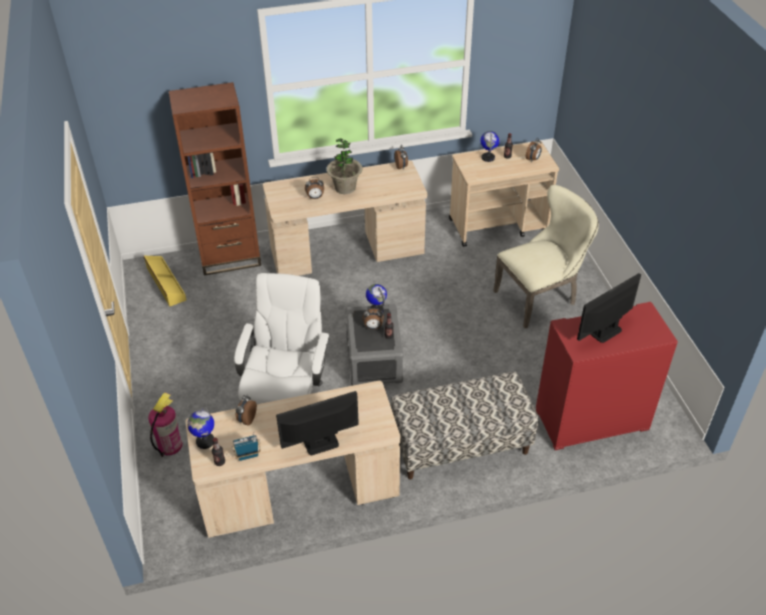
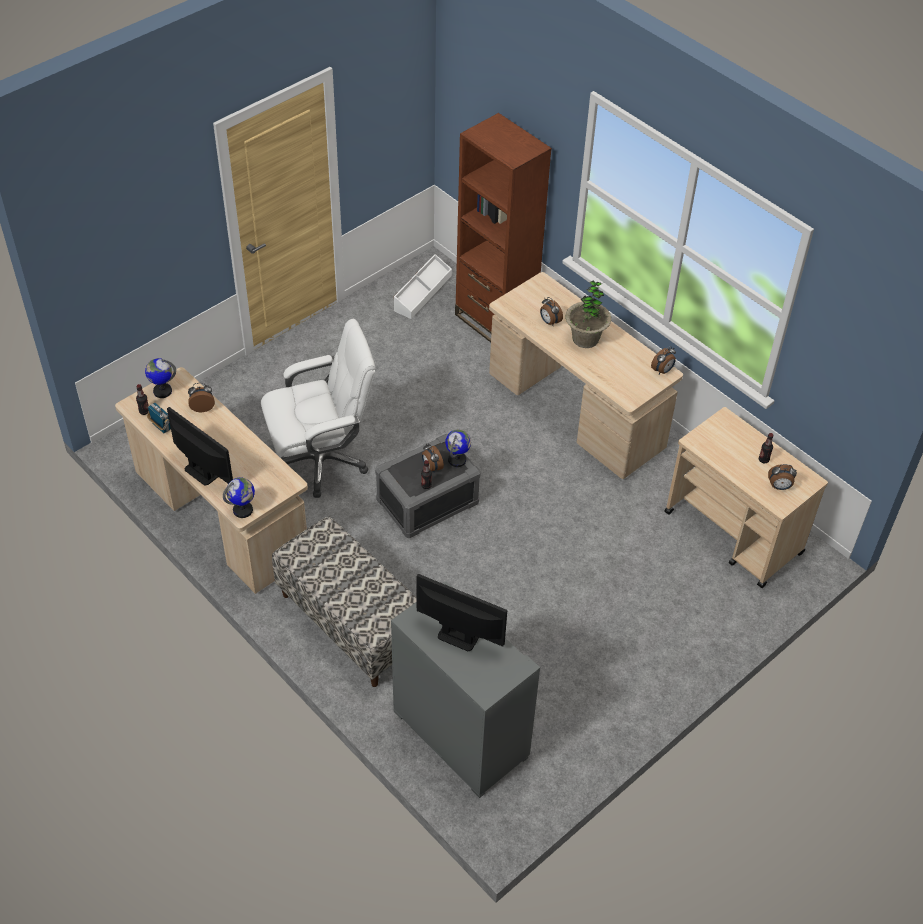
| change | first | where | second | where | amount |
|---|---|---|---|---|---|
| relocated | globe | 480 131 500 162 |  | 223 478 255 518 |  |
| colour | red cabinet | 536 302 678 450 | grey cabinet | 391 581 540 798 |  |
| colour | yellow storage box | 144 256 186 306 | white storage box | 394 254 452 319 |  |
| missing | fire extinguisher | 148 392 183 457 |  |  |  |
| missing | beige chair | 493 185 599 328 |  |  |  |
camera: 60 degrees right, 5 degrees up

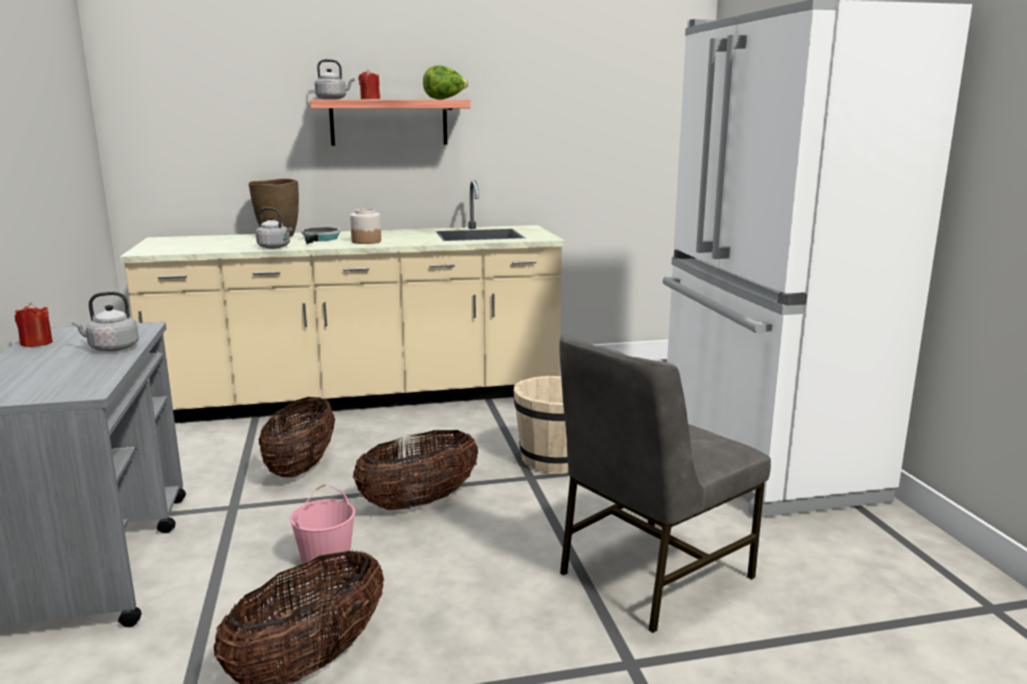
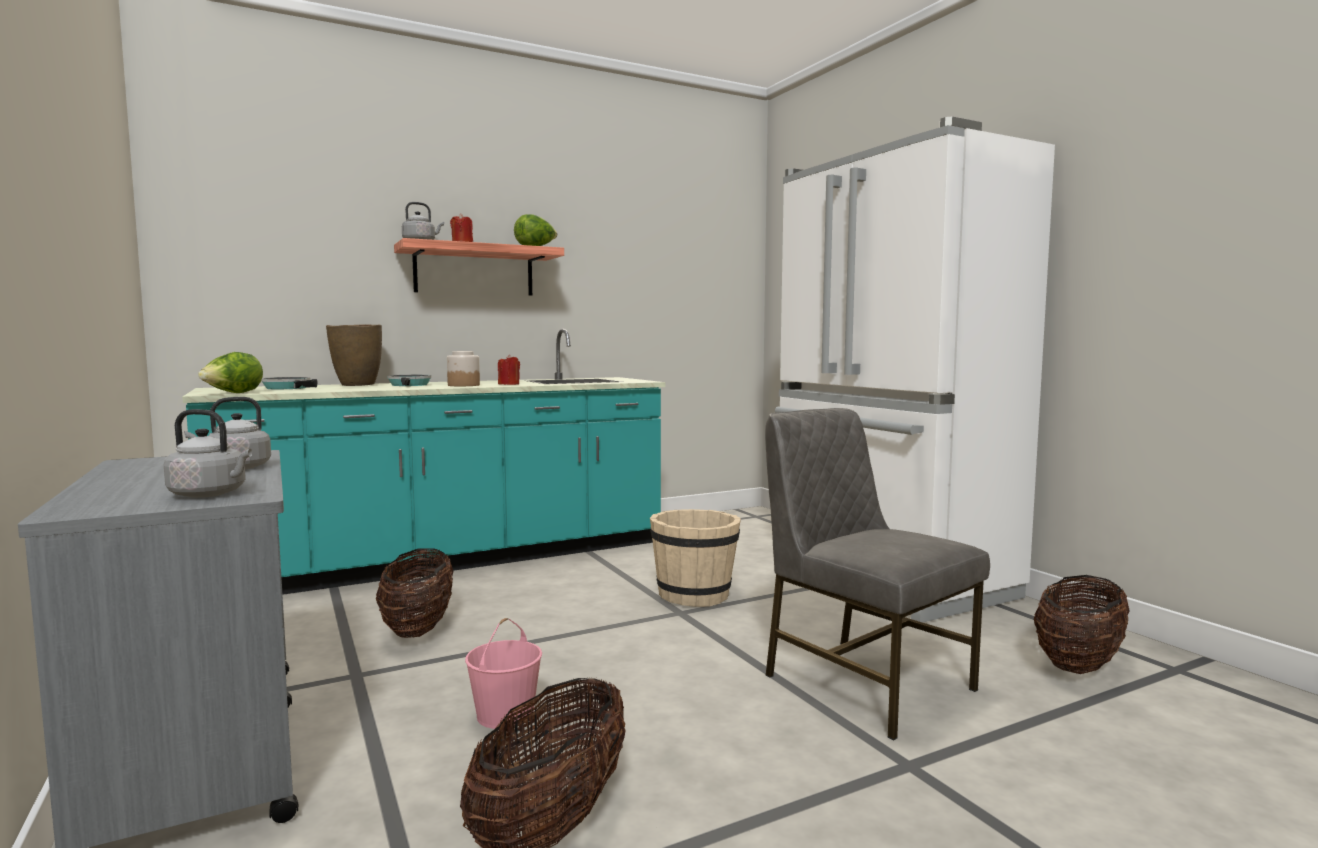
| change | first | where | second | where | amount |
|---|---|---|---|---|---|
| relocated | grey kettle | 256 207 292 249 |  | 164 409 252 498 |  |
| colour | beige counter | 120 180 565 423 | turquoise counter | 182 329 666 595 |  |
| appeared |  |  | lettuce | 198 352 263 393 |  |
| appeared |  |  | frying pan | 261 377 318 389 |  |
| relocated | red candle | 15 302 53 347 |  | 498 355 520 385 |  |
| spun | grey chair | 559 334 771 633 |  | 765 408 990 740 | 105 degrees clockwise |
| relocated | basket | 353 430 478 510 |  | 1034 575 1130 674 |  |
camera: 15 degrees left, 10 degrees down

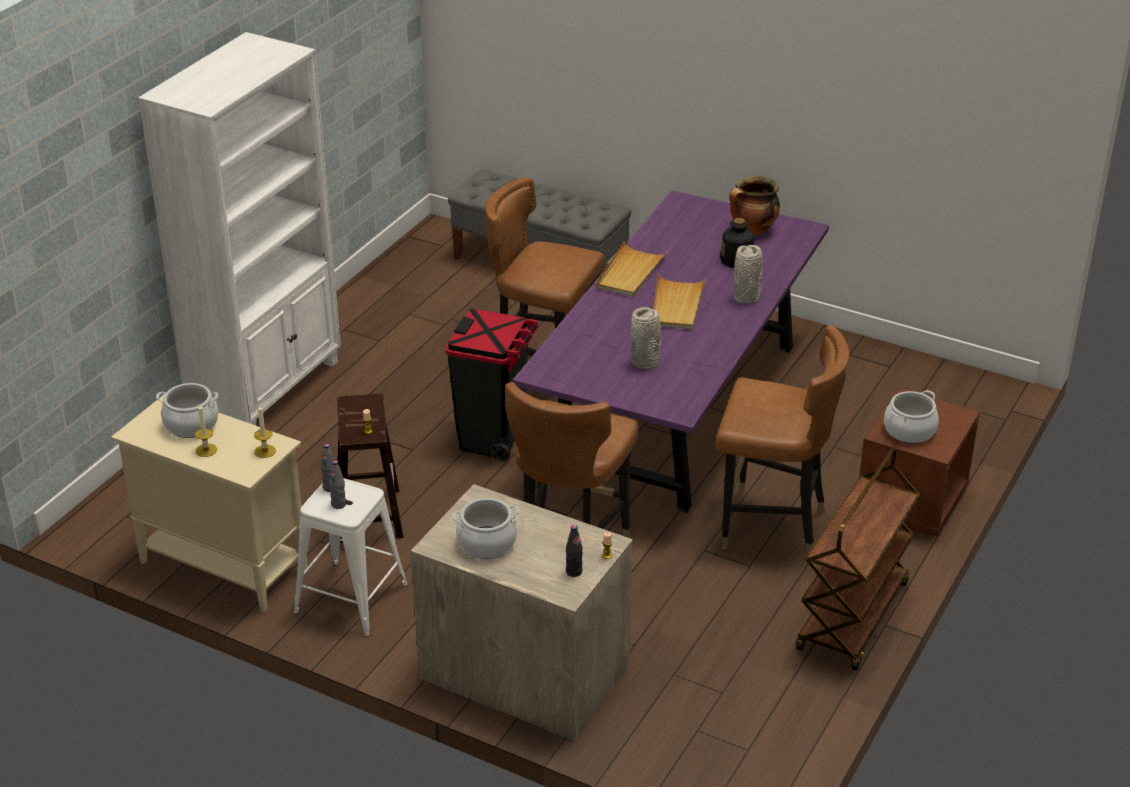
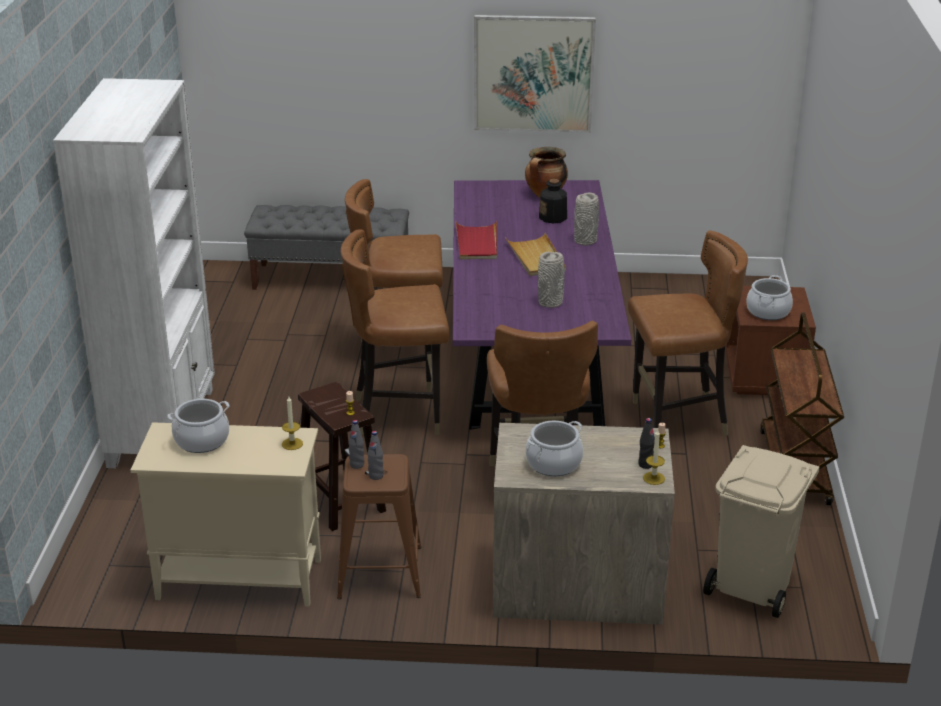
| change | first | where | second | where | amount |
|---|---|---|---|---|---|
| colour | white stool | 294 478 408 636 | brown stool | 337 454 421 599 |  |
| exchanged | black trash can | 445 309 539 461 | brown chair | 341 229 449 435 |  |
| colour | beige tray | 595 242 667 297 | red tray | 456 221 497 260 |  |
| appeared |  |  | picture | 474 15 596 133 |  |
| relocated | candle | 195 404 217 457 |  | 643 430 665 485 |  |
| appeared |  |  | beige trash can | 703 445 819 618 |  |
camera: 25 degrees left, 5 degrees down

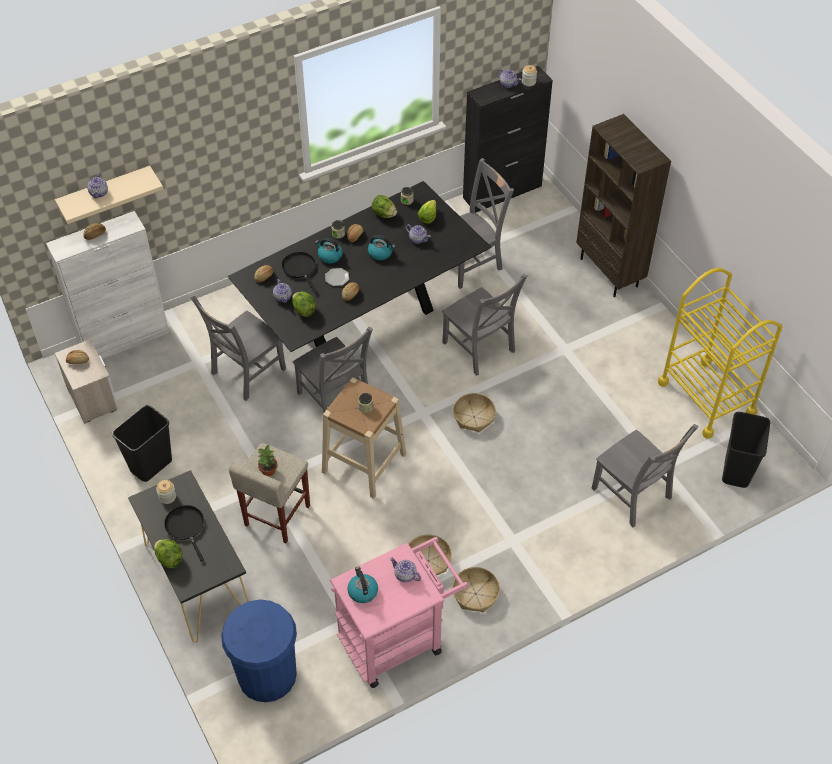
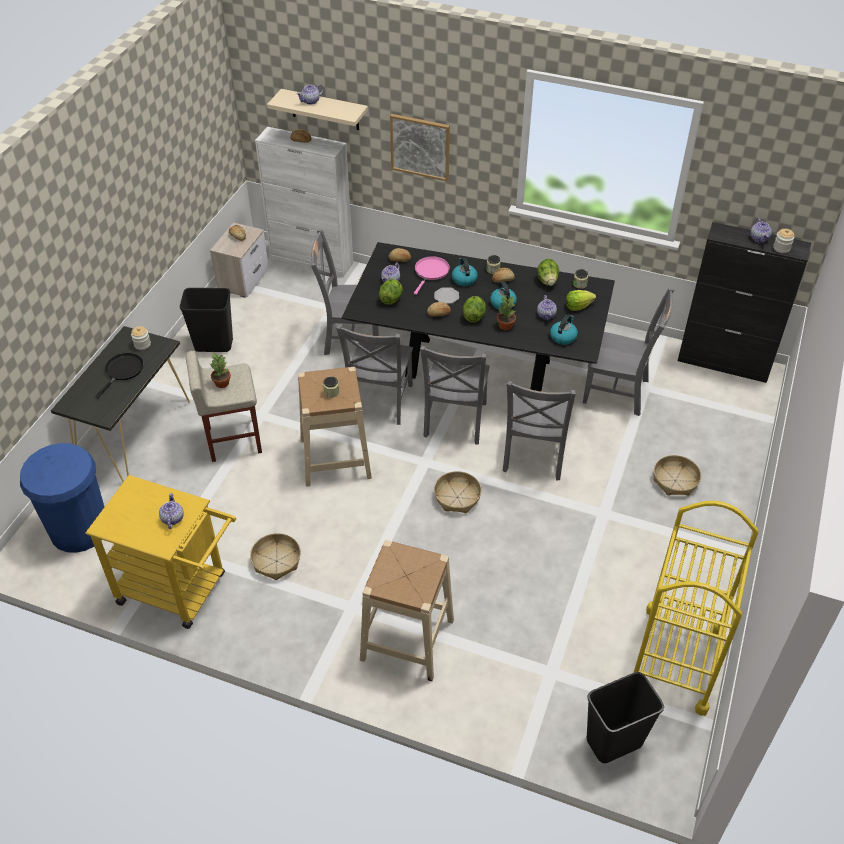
| change | first | where | second | where | amount |
|---|---|---|---|---|---|
| colour | pink cart | 330 537 468 688 | yellow cart | 85 475 236 629 |  |
| appeared |  |  | beige stool | 360 540 454 681 |  |
| appeared |  |  | picture | 390 114 450 181 |  |
| colour | black frying pan | 281 252 318 294 | pink frying pan | 414 256 450 295 |  |
| relocated | grey chair | 591 424 699 528 |  | 420 346 490 445 |  |
| relocated | lettuce | 154 539 182 568 |  | 463 296 486 322 |  |
| appeared |  |  | potted plant | 497 295 516 330 |  |
| relocated | kettle | 347 567 378 603 |  | 550 315 578 345 |  |
| relocated | basket | 452 567 500 612 |  | 654 455 701 495 |  |
| missing | brown bookcase | 576 114 671 297 |  |  |  |
camera: 50 degrees right, 5 degrees down

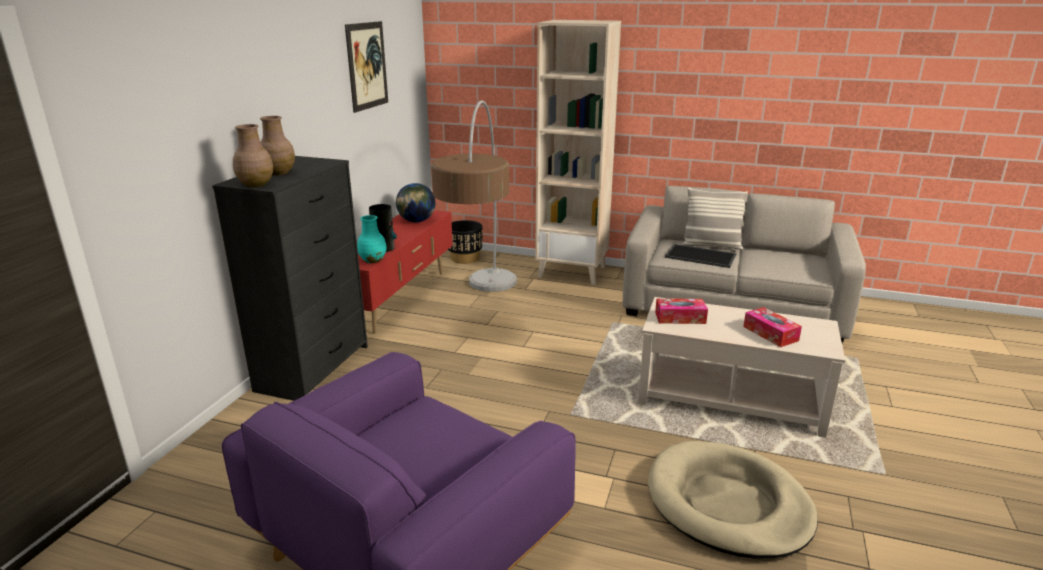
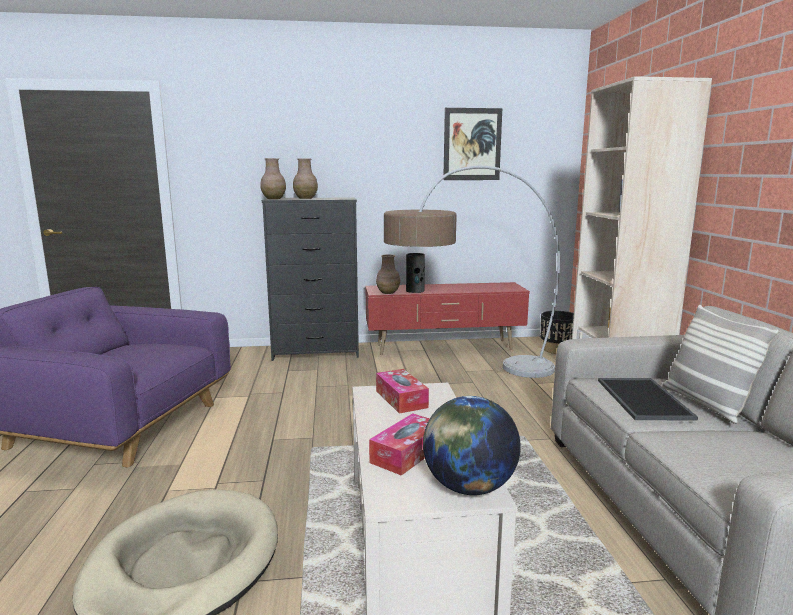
| change | first | where | second | where | amount |
|---|---|---|---|---|---|
| colour | turquoise vase | 357 215 387 263 | brown vase | 376 255 400 294 |  |
| relocated | globe | 396 183 435 222 |  | 423 396 521 495 |  |
camera: 65 degrees right, 10 degrees down

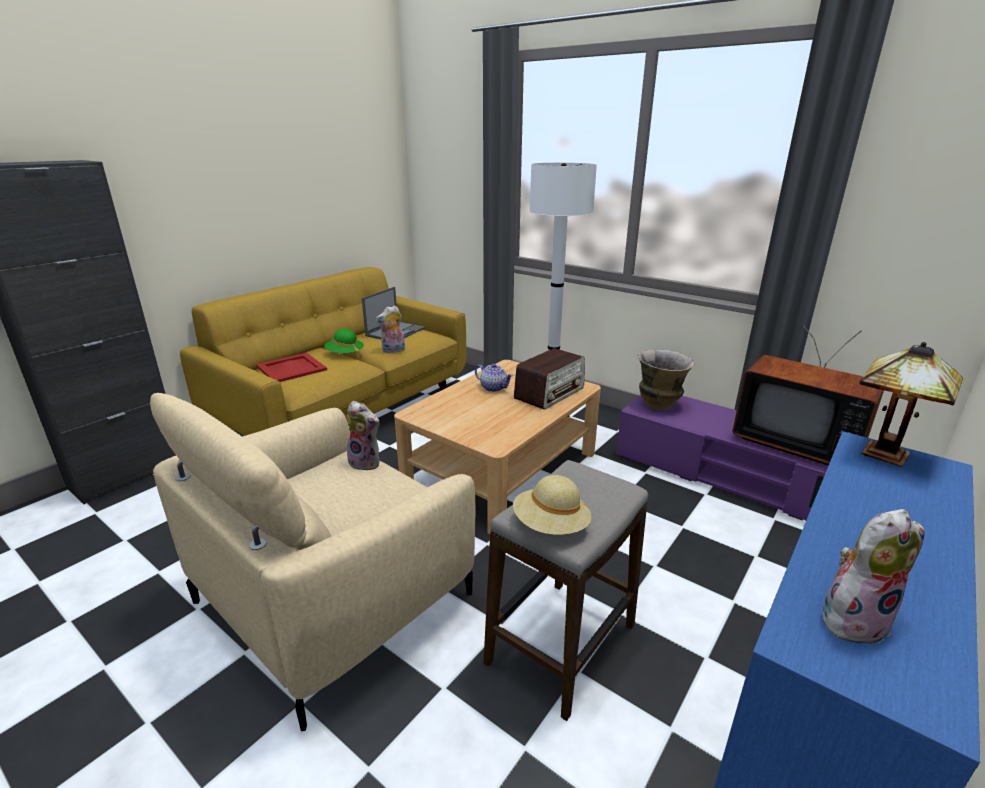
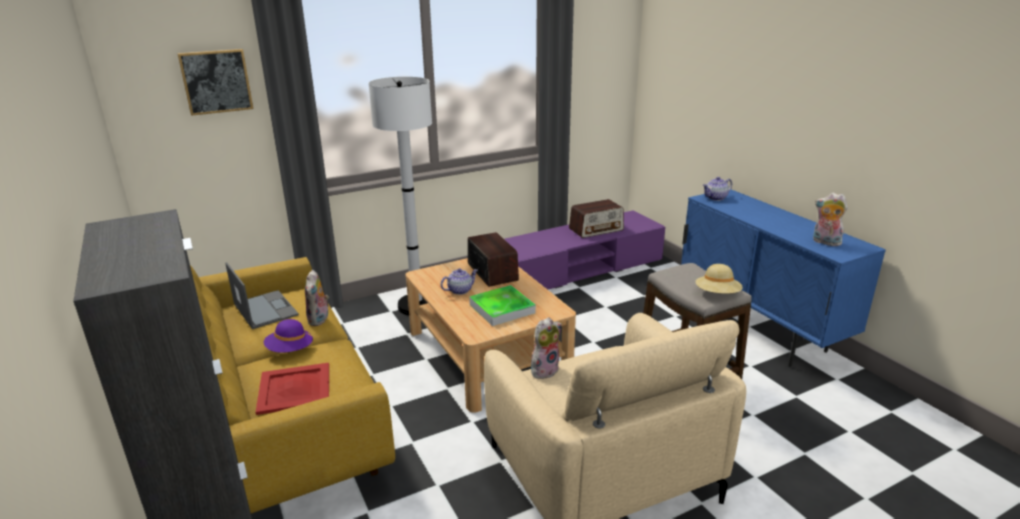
| change | first | where | second | where | amount |
|---|---|---|---|---|---|
| appeared |  |  | picture | 177 49 253 116 |  |
| colour | green hat | 325 329 364 359 | purple hat | 264 319 314 353 |  |
| appeared |  |  | tray | 469 285 536 326 |  |
| exchanged | television | 732 325 884 466 | radio | 569 199 624 238 |  |
| exchanged | table lamp | 859 342 963 467 | teapot | 703 177 732 201 |  |
| spun | plush toy | 823 509 924 644 |  | 813 193 848 246 | 60 degrees counterclockwise |
| missing | vase | 638 350 694 410 |  |  |  |
camera: 65 degrees left, 0 degrees up

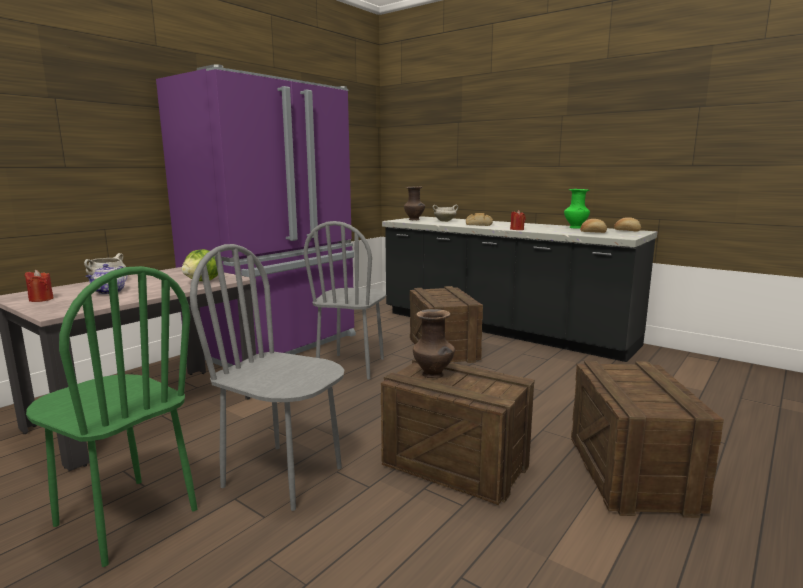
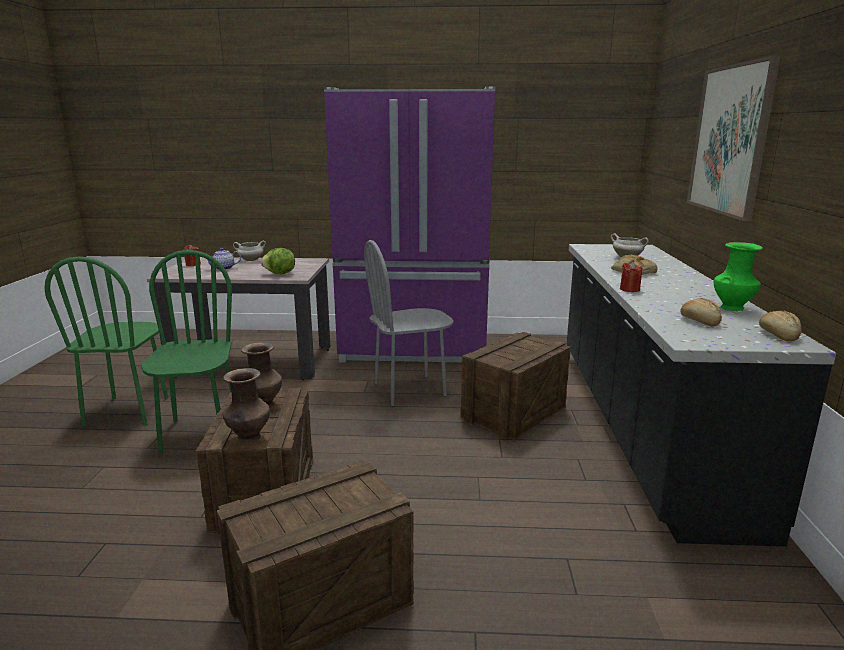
| change | first | where | second | where | amount |
|---|---|---|---|---|---|
| colour | grey chair | 190 244 344 511 | green chair | 141 250 232 454 |  |
| relocated | brown vase | 404 187 425 220 |  | 223 368 270 443 |  |
| appeared |  |  | picture | 687 56 780 221 |  |
camera: 55 degrees right, 5 degrees up

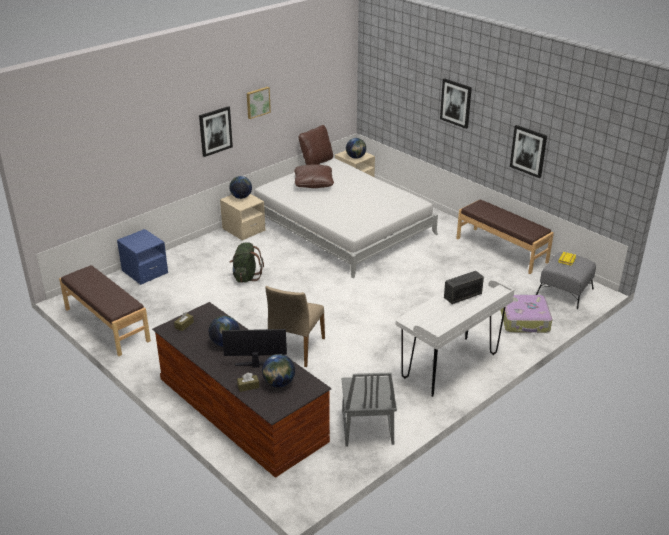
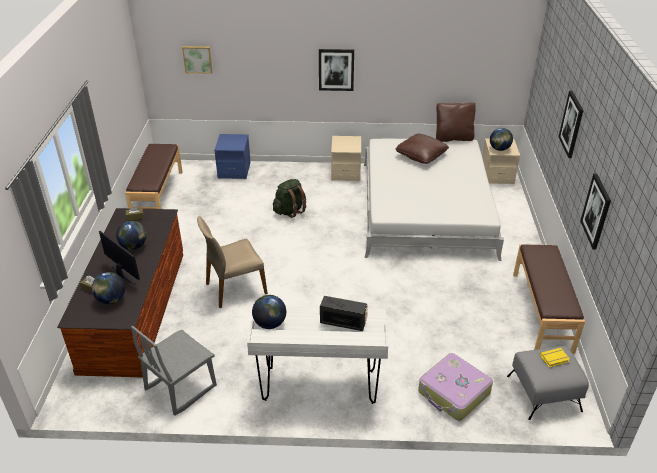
| change | first | where | second | where | amount |
|---|---|---|---|---|---|
| relocated | picture | 247 87 271 119 |  | 182 46 213 74 |  |
| relocated | globe | 229 176 252 199 |  | 252 295 286 329 |  |
camera: 45 degrees right, 5 degrees up

